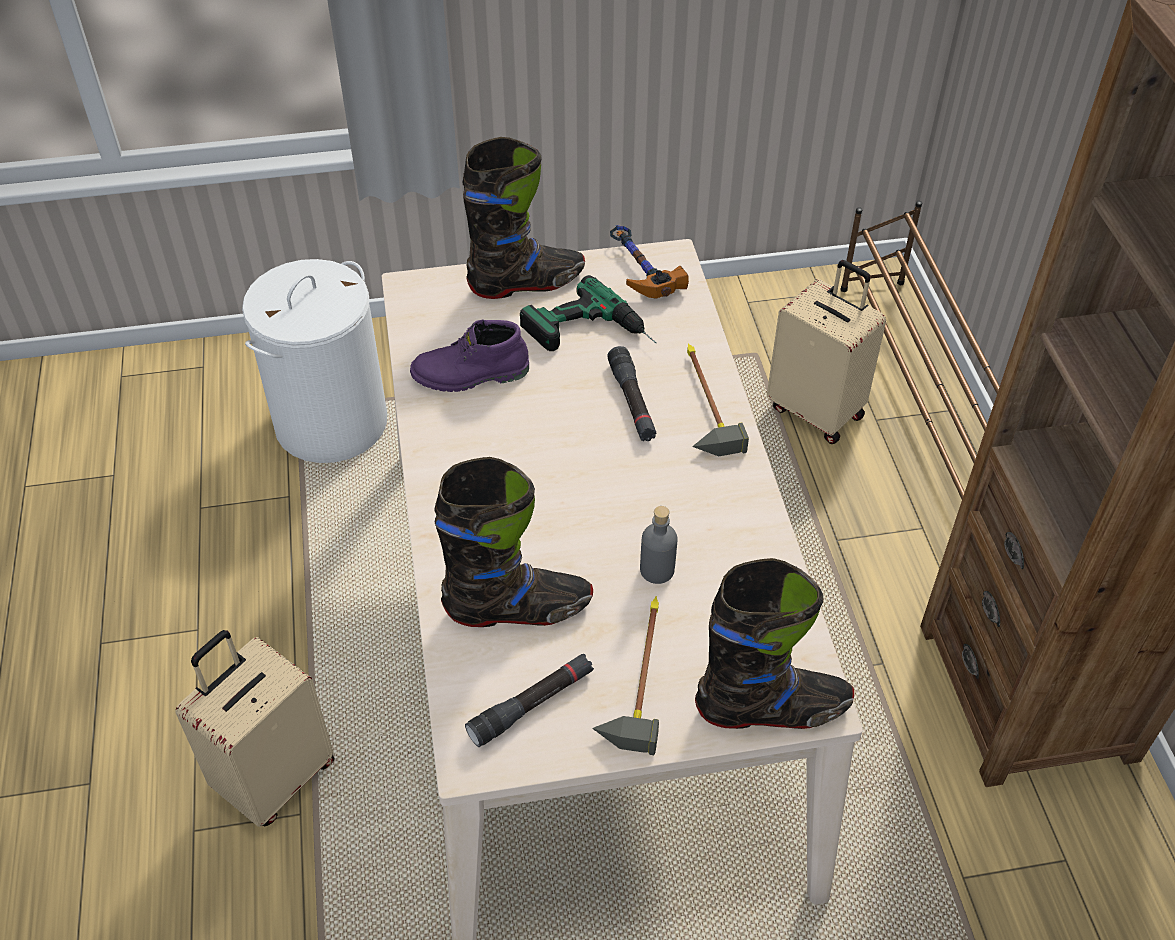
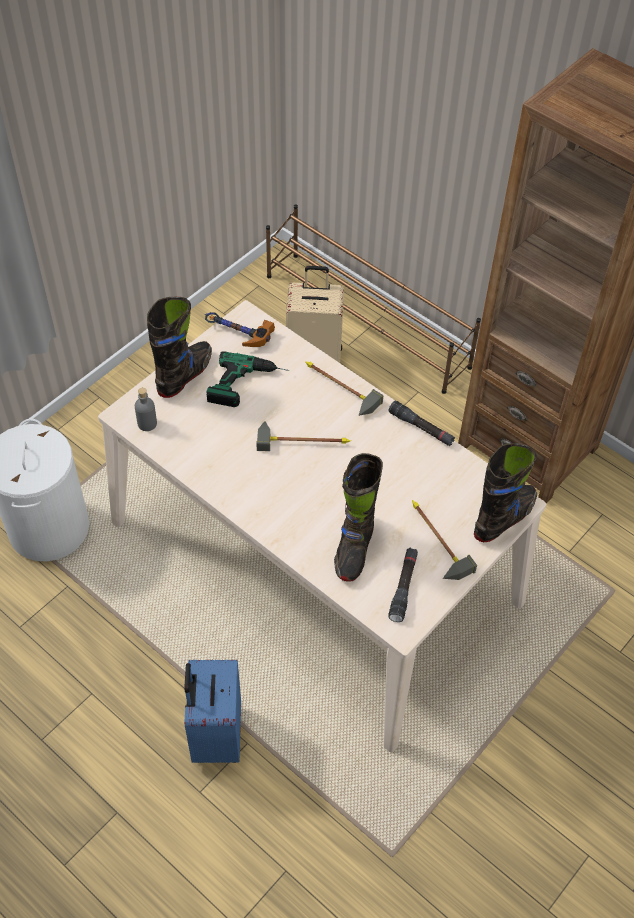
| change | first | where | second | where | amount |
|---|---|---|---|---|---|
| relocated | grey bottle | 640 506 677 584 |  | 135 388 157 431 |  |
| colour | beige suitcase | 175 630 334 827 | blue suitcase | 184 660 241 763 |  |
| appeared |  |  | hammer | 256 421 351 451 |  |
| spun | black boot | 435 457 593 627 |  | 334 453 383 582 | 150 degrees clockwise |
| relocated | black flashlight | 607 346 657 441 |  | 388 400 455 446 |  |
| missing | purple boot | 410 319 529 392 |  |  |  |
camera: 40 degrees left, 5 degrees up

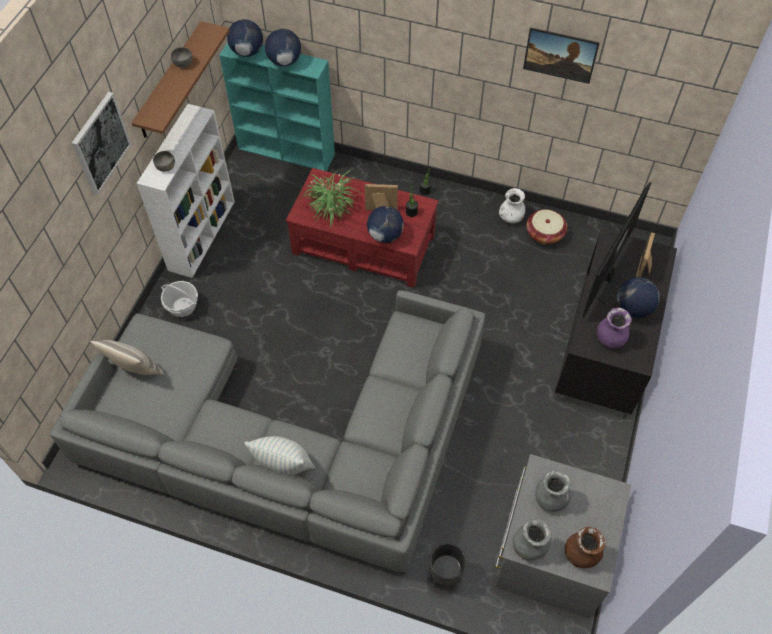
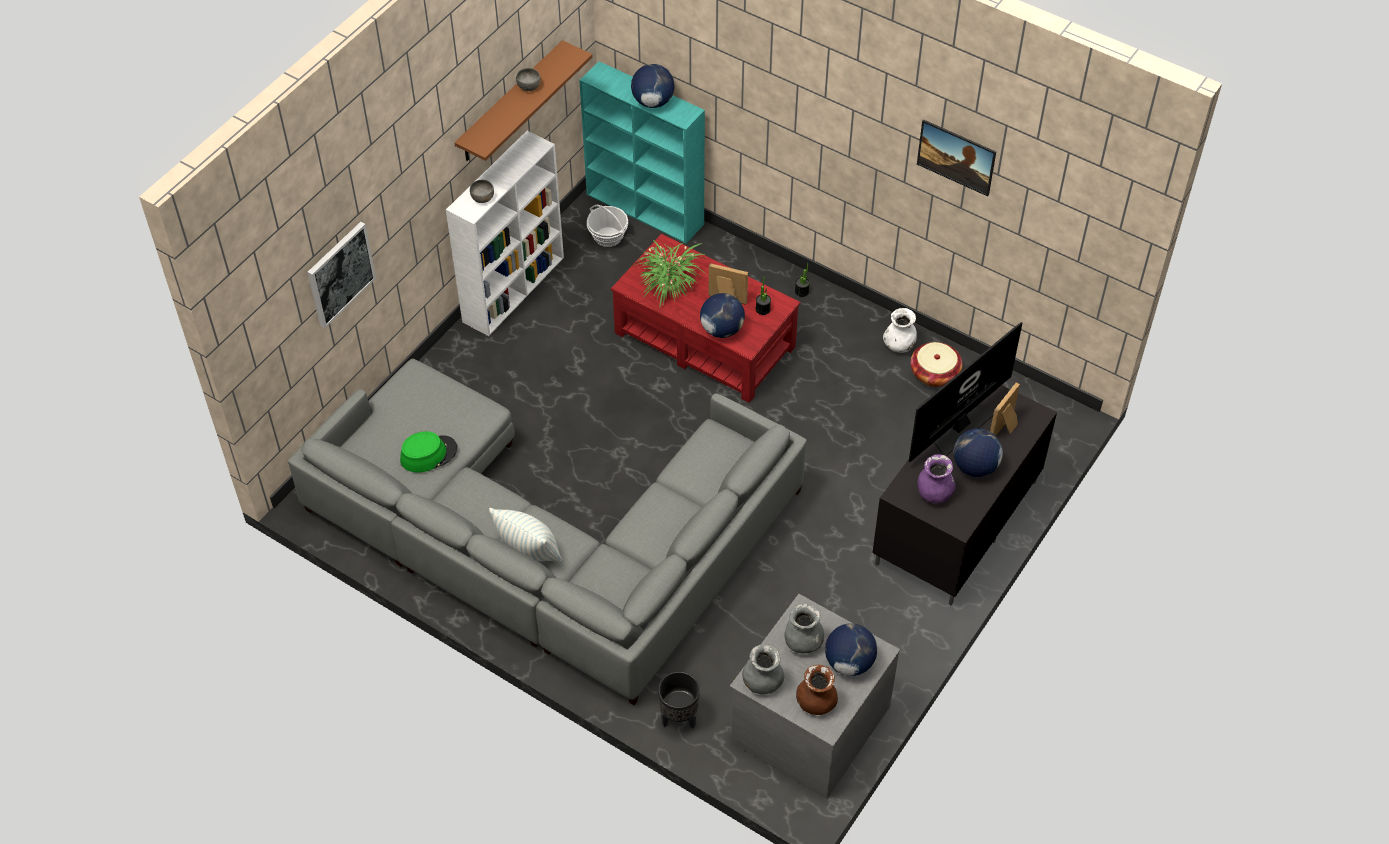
| change | first | where | second | where | amount |
|---|---|---|---|---|---|
| relocated | picture | 72 92 131 195 |  | 308 222 376 328 |  |
| appeared |  |  | green hat | 400 431 457 473 |  |
| relocated | basket | 161 281 198 317 |  | 587 205 628 247 |  |
| relocated | globe | 227 19 263 57 |  | 825 623 877 676 |  |
| missing | pillow | 90 340 164 375 |  |  |  |
camera: 15 degrees right, 5 degrees down

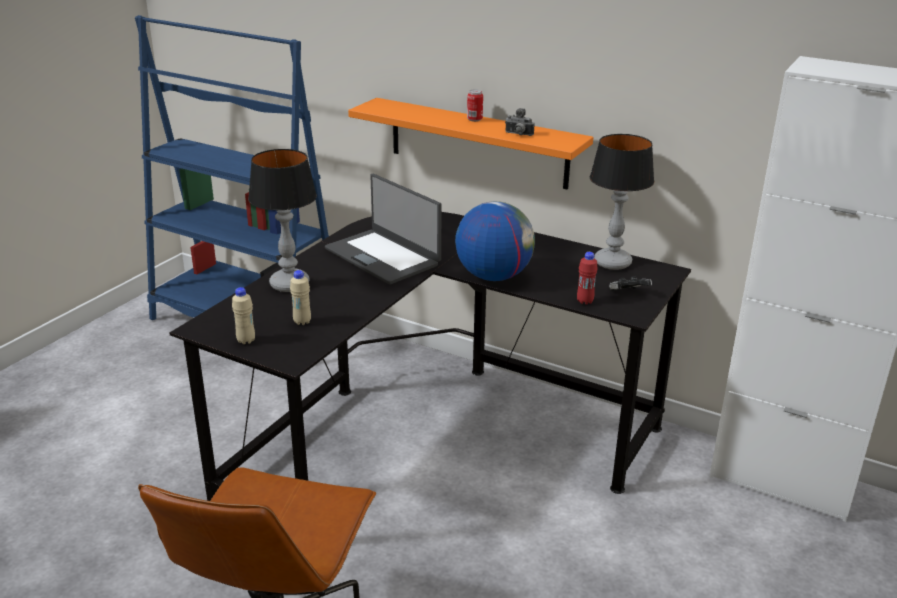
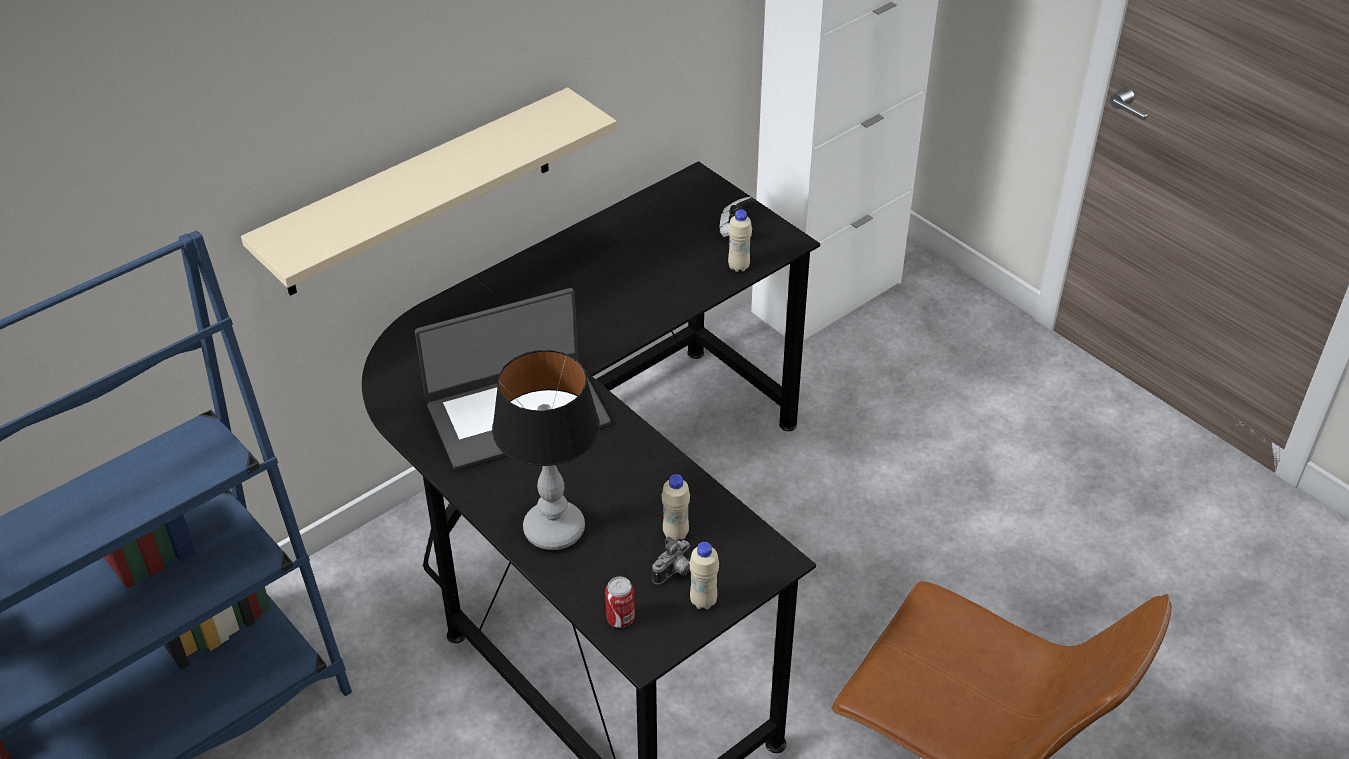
| change | first | where | second | where | amount |
|---|---|---|---|---|---|
| colour | orange shelf | 348 98 593 190 | beige shelf | 241 87 617 296 |  |
| relocated | can | 467 89 483 122 |  | 605 576 635 628 |  |
| relocated | photo camera | 505 108 534 136 |  | 652 536 691 584 |  |
| colour | red bottle | 577 252 598 305 | beige bottle | 728 210 752 272 |  |
| missing | globe | 455 201 535 281 |  |  |  |
| missing | table lamp | 590 134 654 270 |  |  |  |
camera: 70 degrees left, 15 degrees up

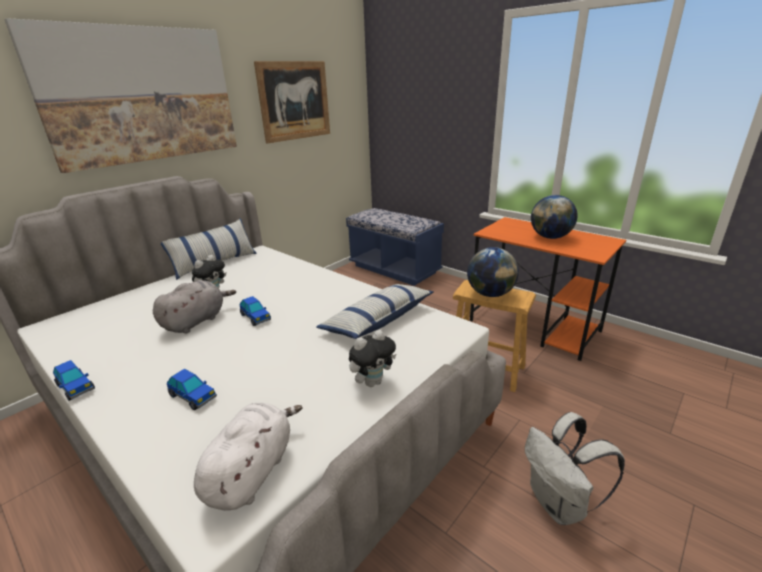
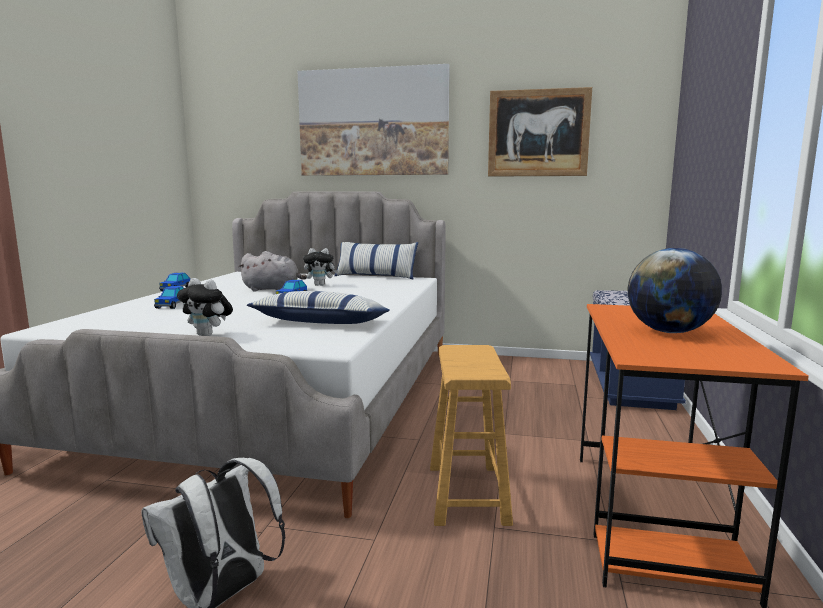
| change | first | where | second | where | amount |
|---|---|---|---|---|---|
| missing | white plush toy | 194 403 302 510 |  |  |  |
| missing | globe | 467 247 519 297 |  |  |  |
camera: 60 degrees right, 15 degrees down

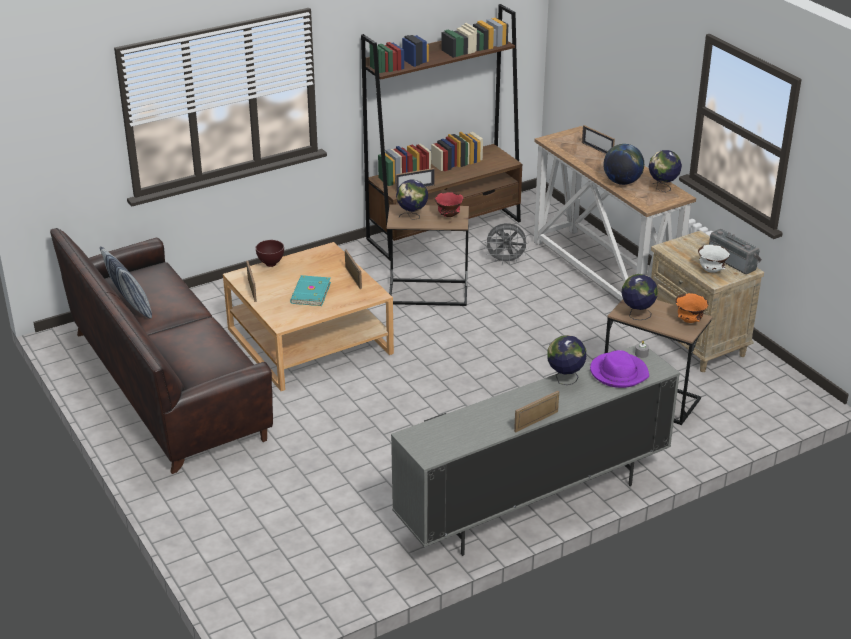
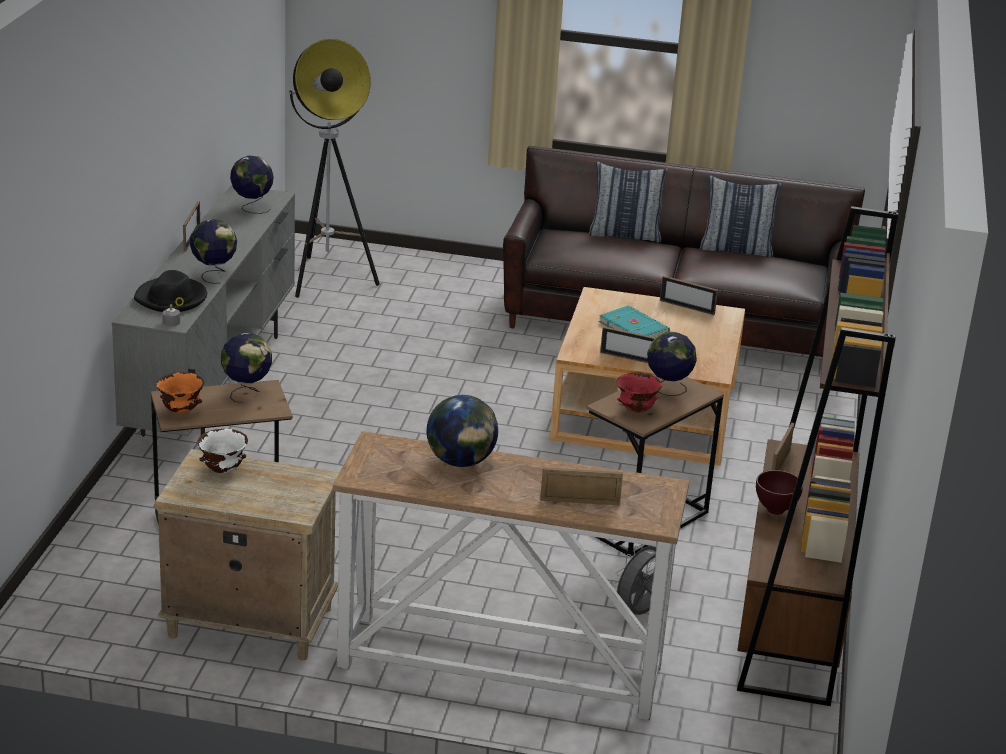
| change | first | where | second | where | amount |
|---|---|---|---|---|---|
| colour | purple hat | 590 350 649 388 | black hat | 134 270 207 312 |  |
| relocated | globe | 649 150 682 192 |  | 230 156 274 214 |  |
| appeared |  |  | floor lamp | 289 39 380 298 |  |
| appeared |  |  | pillow | 589 162 669 242 |  |
| relocated | brown bowl | 256 240 284 267 |  | 756 470 803 515 |  |
| missing | radio | 709 229 762 274 |  |  |  |
camera: 130 degrees right, 5 degrees down

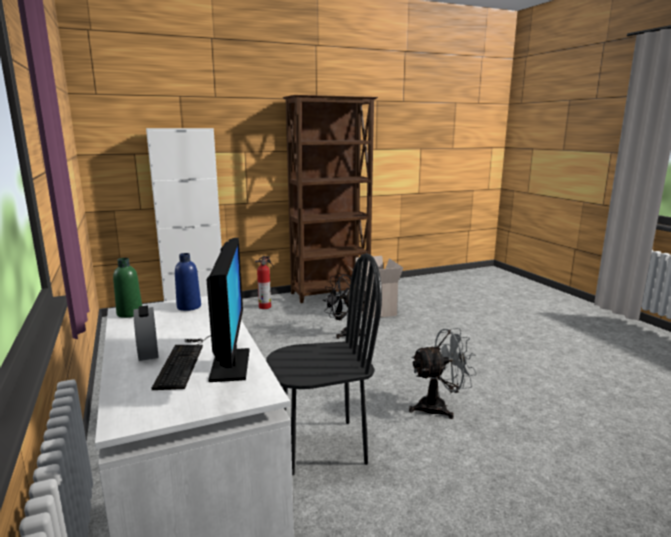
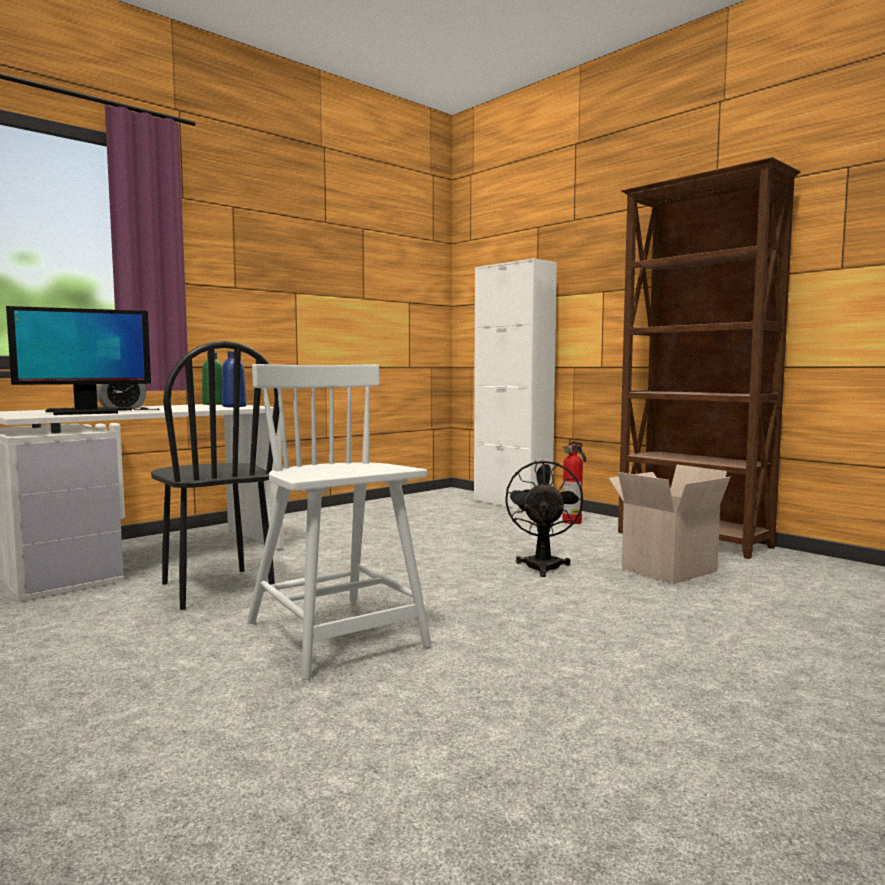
| change | first | where | second | where | amount |
|---|---|---|---|---|---|
| exchanged | grey fan | 409 328 477 419 | white chair | 247 364 431 680 |  |
camera: 70 degrees right, 10 degrees down

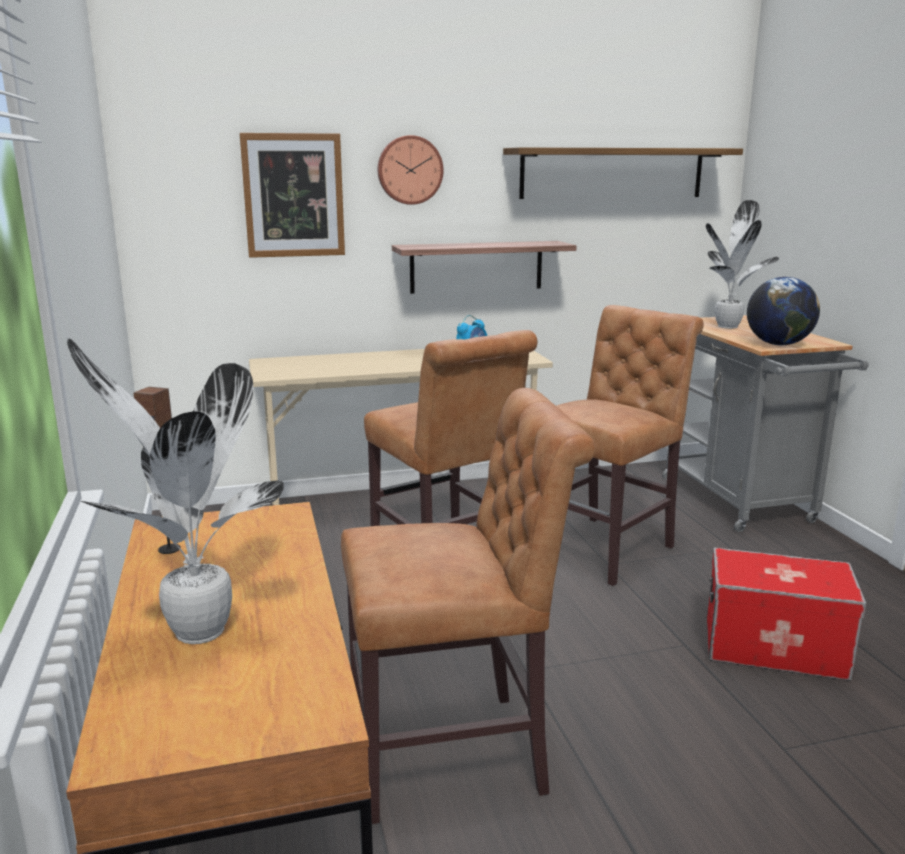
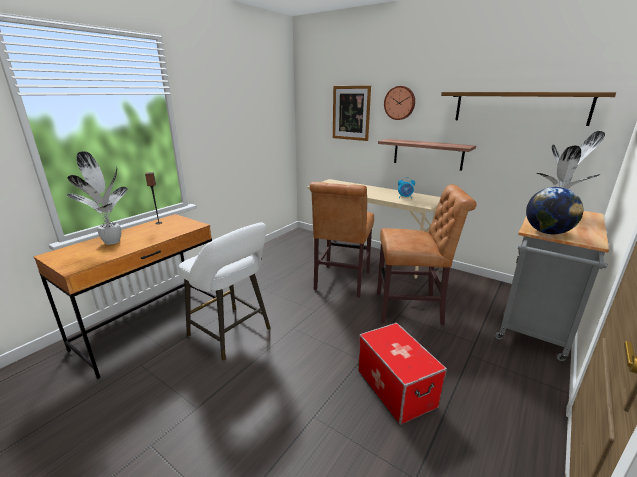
| change | first | where | second | where | amount |
|---|---|---|---|---|---|
| exchanged | brown chair | 341 388 595 824 | white stool | 179 222 271 361 |  |
camera: 50 degrees right, 5 degrees up

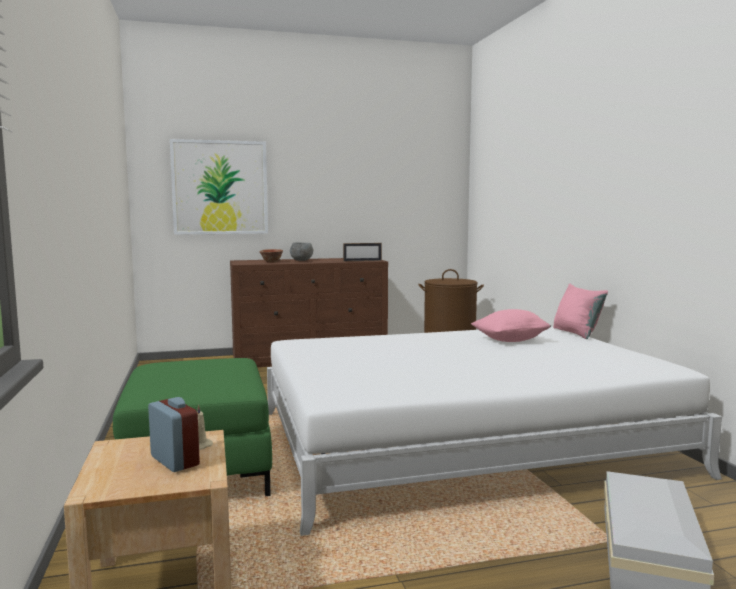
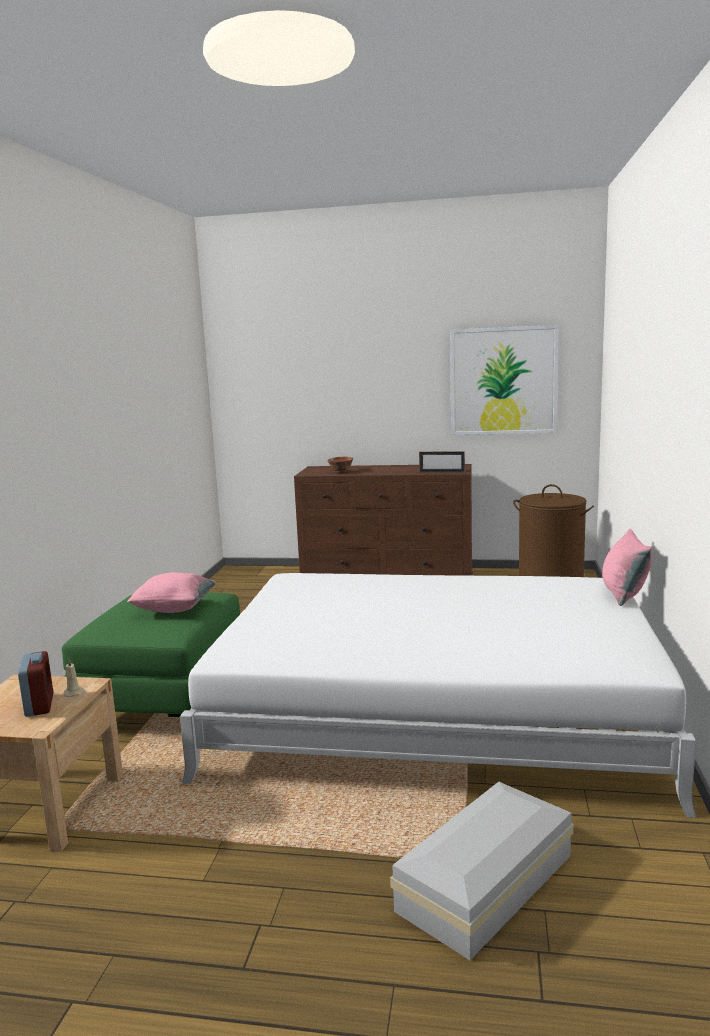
| change | first | where | second | where | amount |
|---|---|---|---|---|---|
| relocated | pink pillow | 471 309 551 342 |  | 127 572 217 613 |  |
| relocated | picture | 170 139 268 235 |  | 450 325 559 435 |  |
| missing | grey bowl | 290 242 313 261 |  |  |  |
camera: 25 degrees right, 5 degrees up

